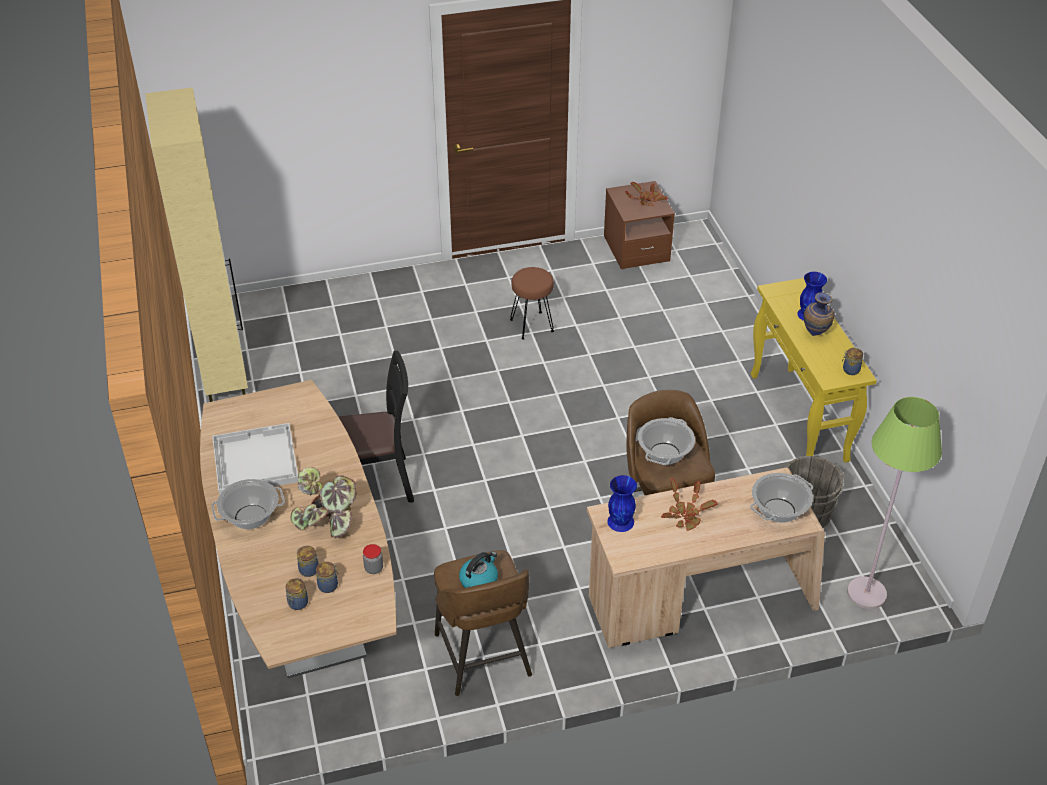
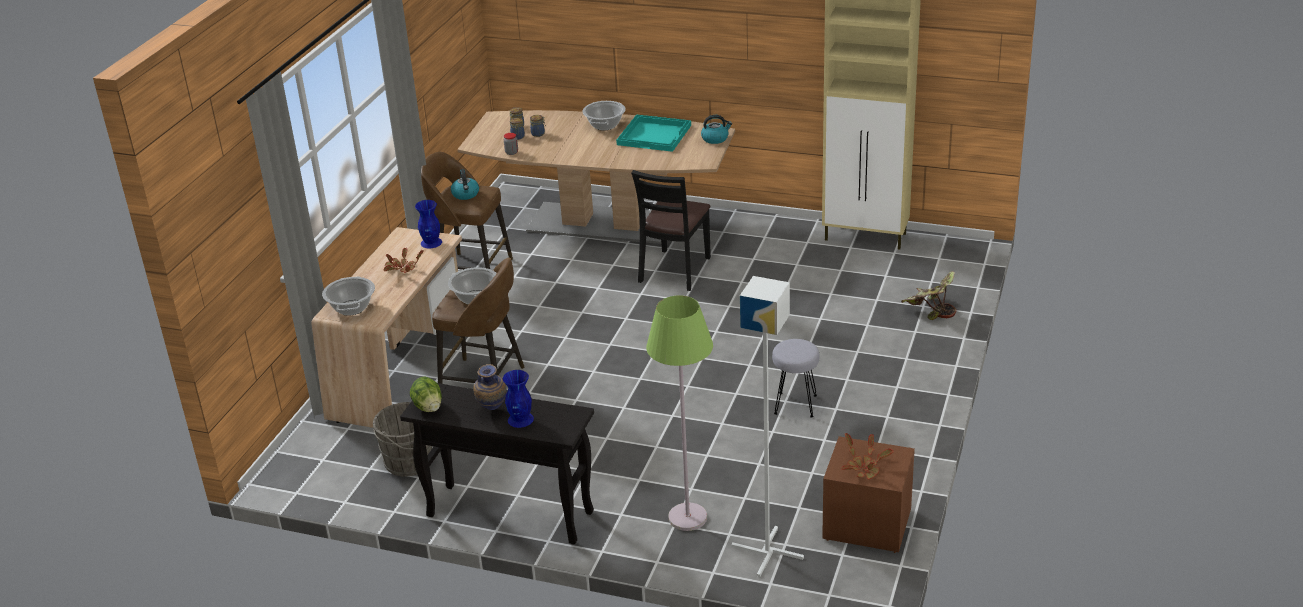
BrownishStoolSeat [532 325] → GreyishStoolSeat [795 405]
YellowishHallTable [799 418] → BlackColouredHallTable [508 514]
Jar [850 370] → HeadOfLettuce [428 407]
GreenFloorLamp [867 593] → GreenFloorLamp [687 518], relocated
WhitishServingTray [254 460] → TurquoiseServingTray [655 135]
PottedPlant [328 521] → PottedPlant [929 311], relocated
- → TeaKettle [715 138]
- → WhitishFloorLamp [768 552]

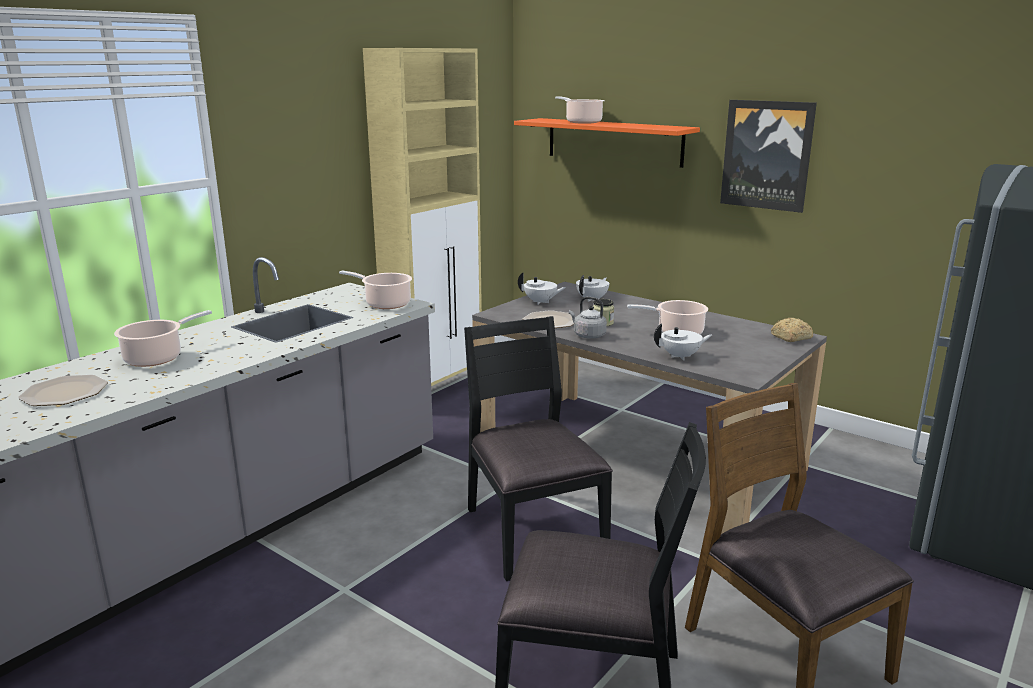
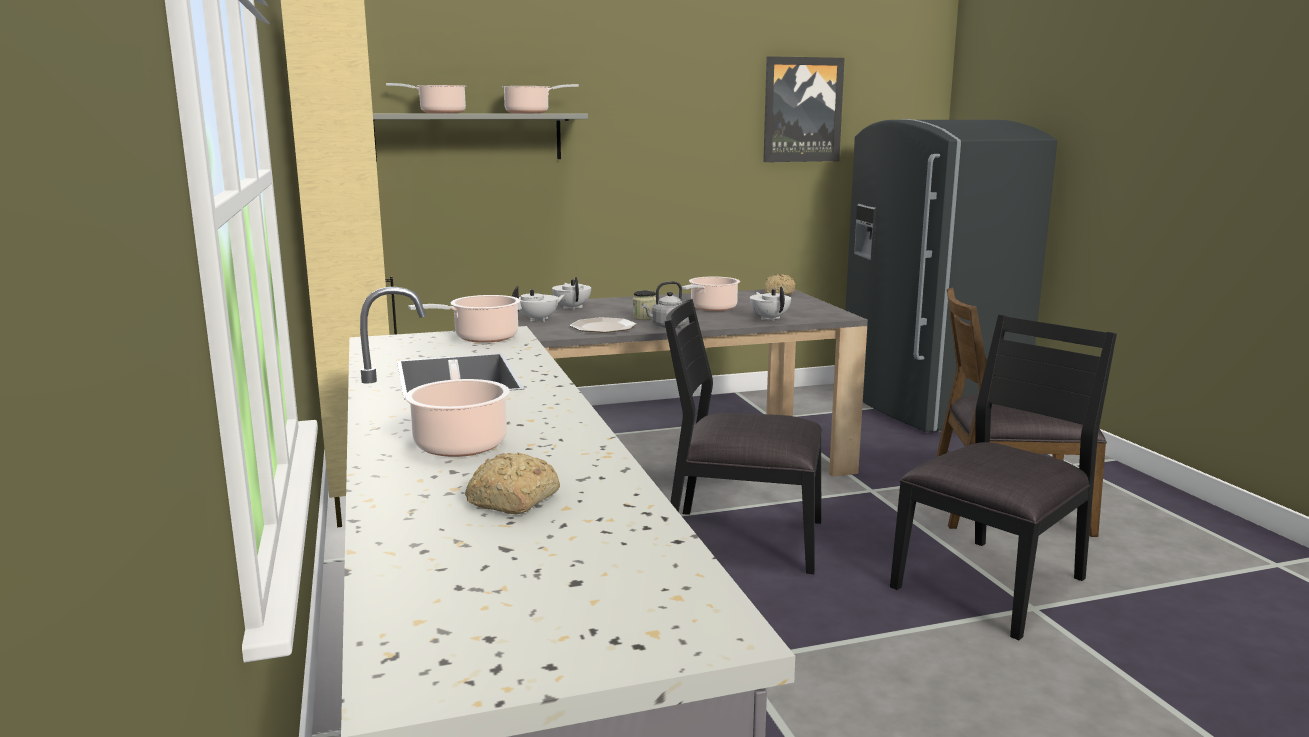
Picture [767 155] → Picture [802 110], relocated
OrangeyShelf [613 142] → GreyishShelf [468 137]
WhitishPotForTea [681 356] → WhitishPotForTea [769 318], 45 degrees counterclockwise
FlatDish [64 392] → BakedBread [511 501]
- → CookingPot [530 113]

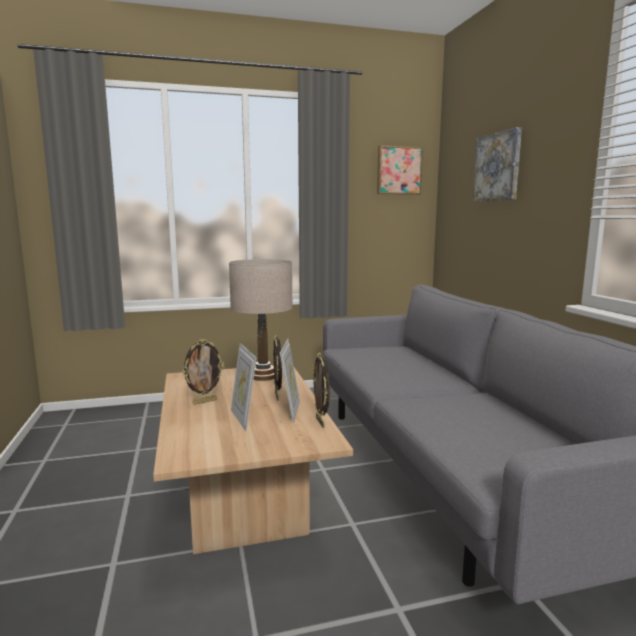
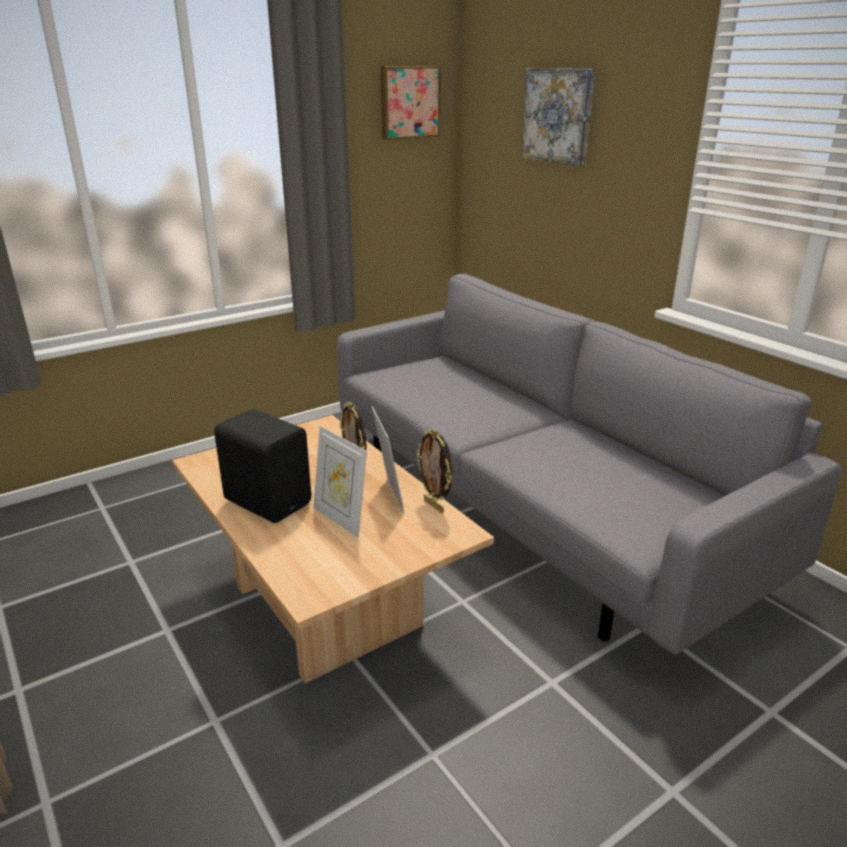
BeigeColouredLampForATable [263 376] → -
StandingFrame [204 401] → BlackColouredSpeaker [268 500]

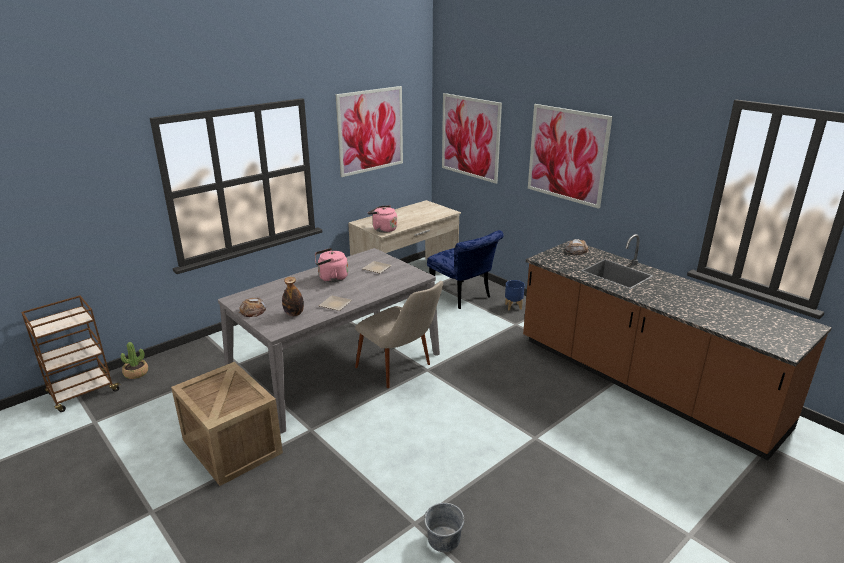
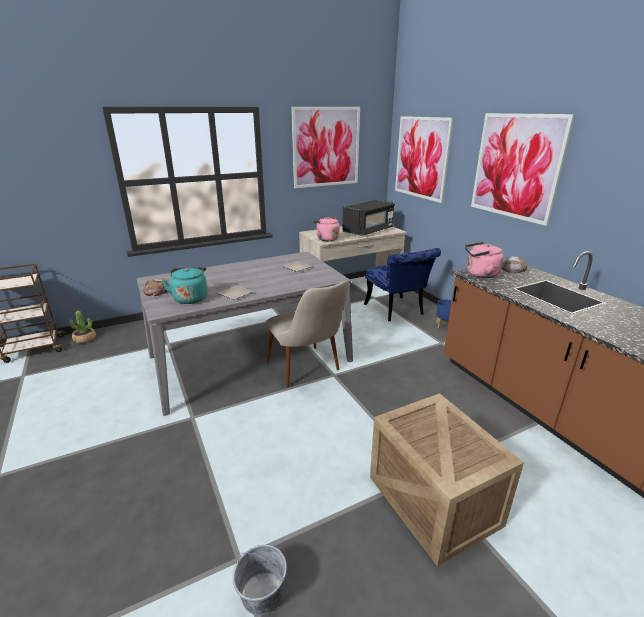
PinkColouredTeaKettle [331 278] → PinkColouredTeaKettle [480 274], relocated
DrinkBottle [294 314] → TurquoiseTeaKettle [190 298]
Crate [230 446] → Crate [431 499], relocated
- → BlackColouredMicrowaveOven [368 231]

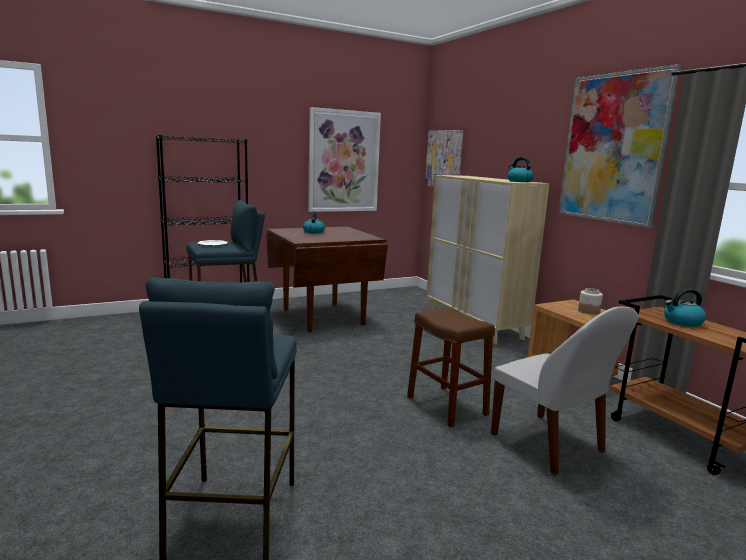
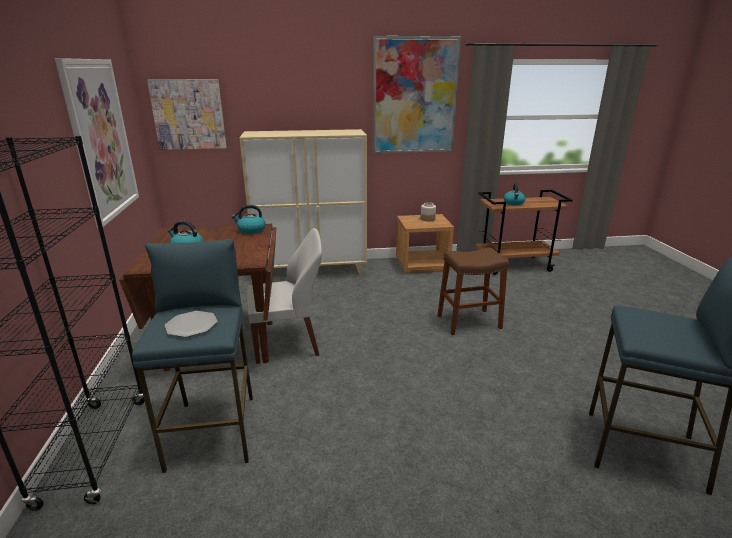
TeaKettle [519 181] → TeaKettle [251 230], relocated
WhitishPlainChair [549 444] → WhitishPlainChair [288 343], relocated

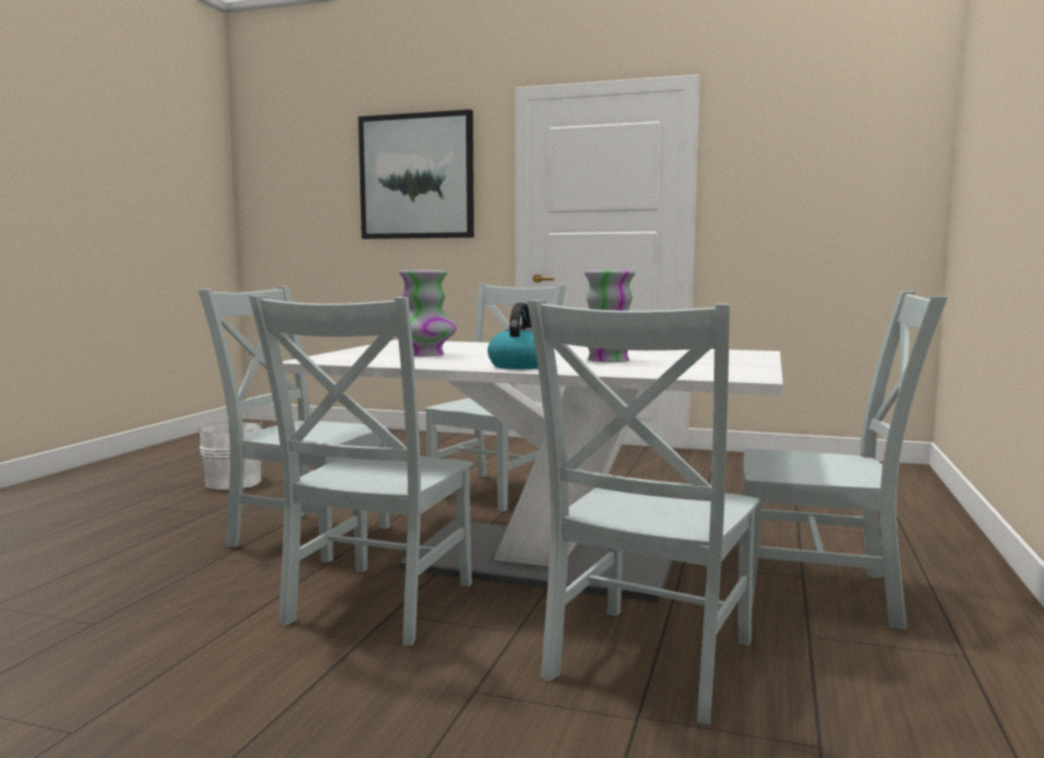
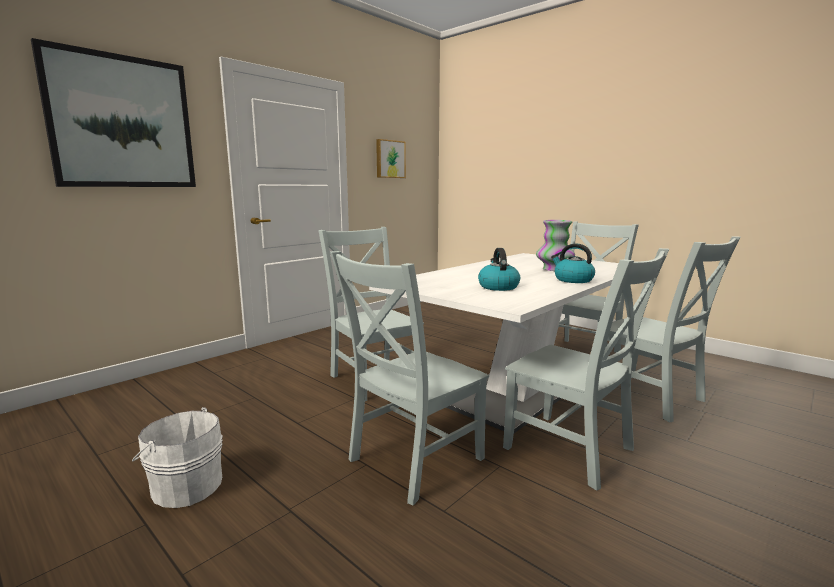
DecorativeVase [424 355] → TeaKettle [498 287]
- → Picture [389 159]

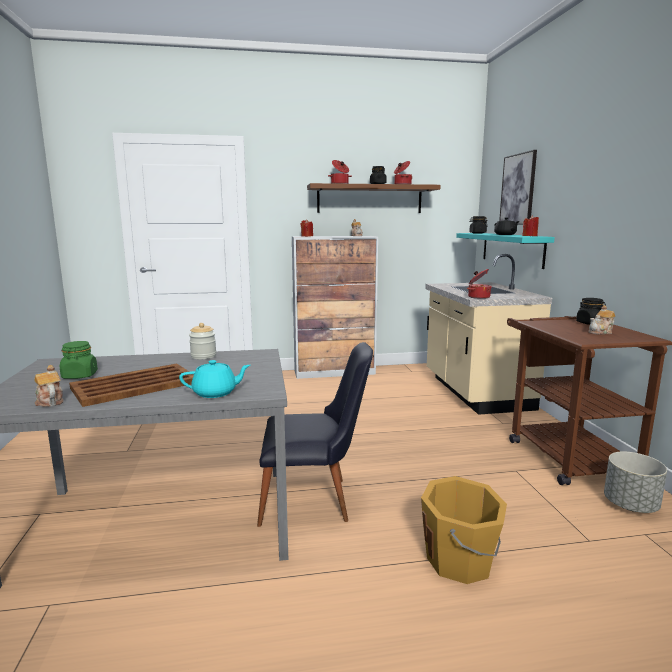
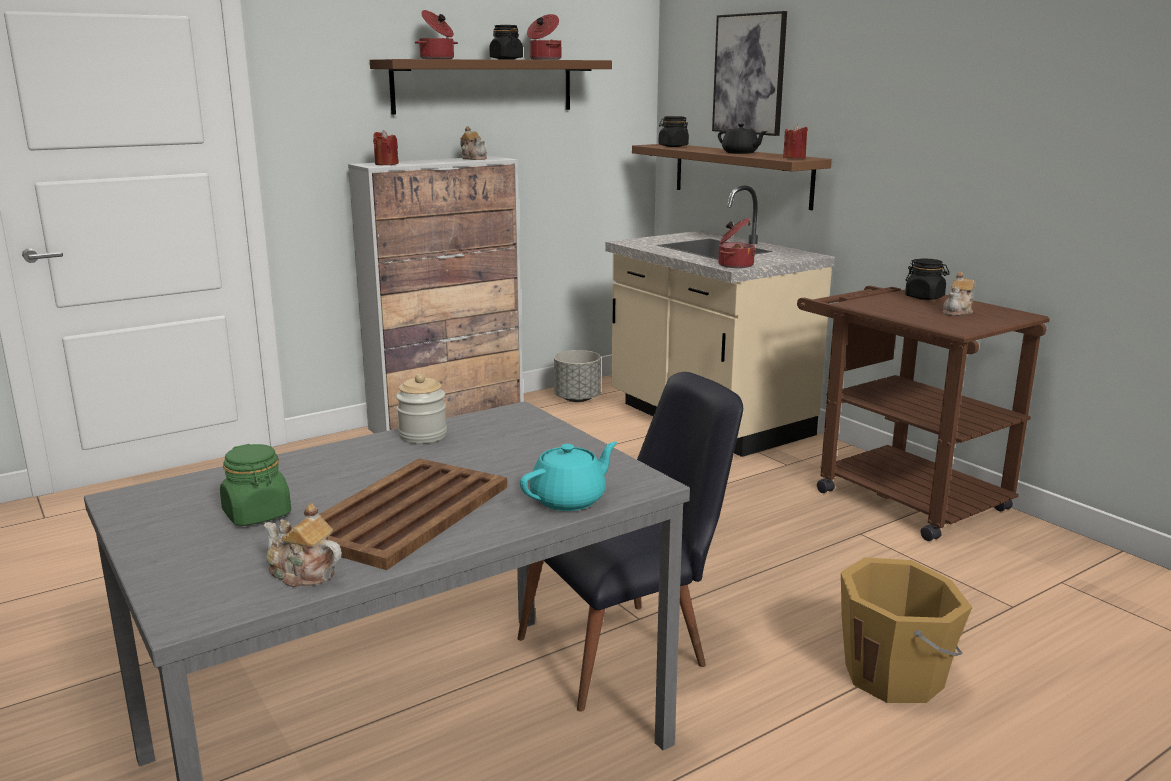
TurquoiseShelf [511 249] → BrownishShelf [741 175]
GreyishPlantPot [631 505] → GreyishPlantPot [577 399], relocated

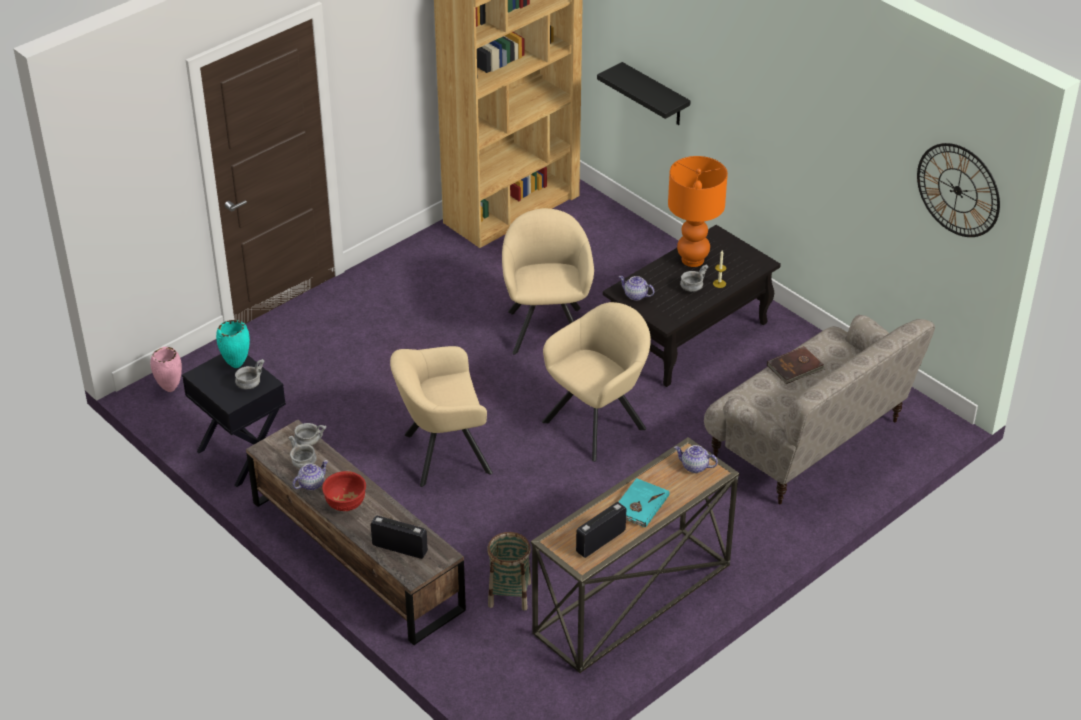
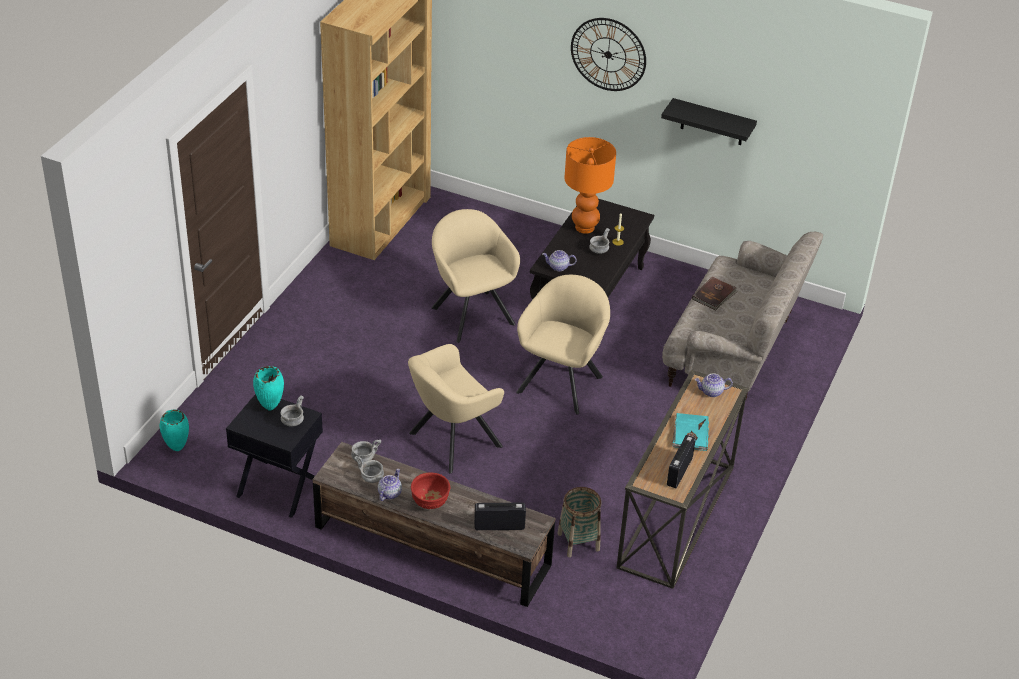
BlackColouredShelf [655 95] → BlackColouredShelf [712 122], relocated
ClockOnTheWall [958 190] → ClockOnTheWall [608 54], relocated
PinkColouredDecorativeVase [169 389] → TurquoiseDecorativeVase [176 449]

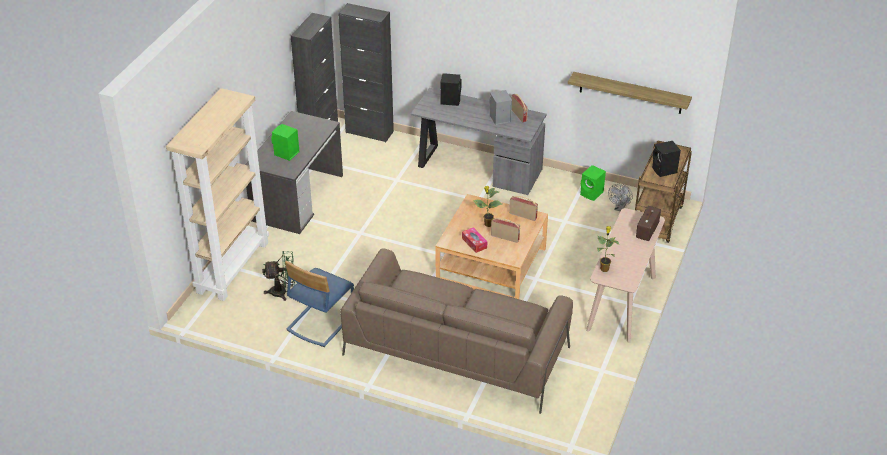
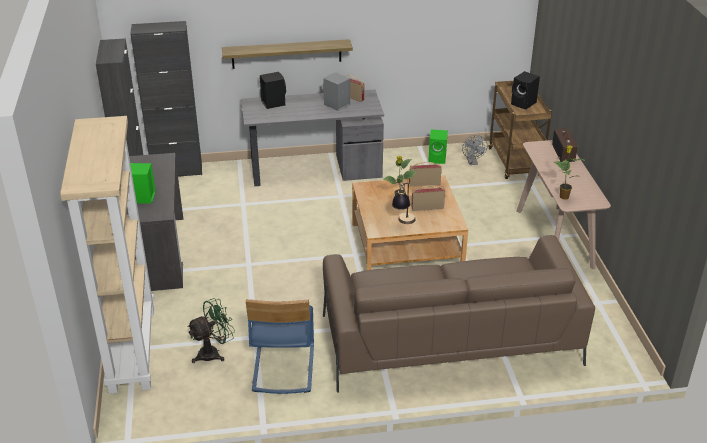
Shelf [630 93] → Shelf [286 54], relocated
TissueBox [474 243] → LampForATable [403 223]

